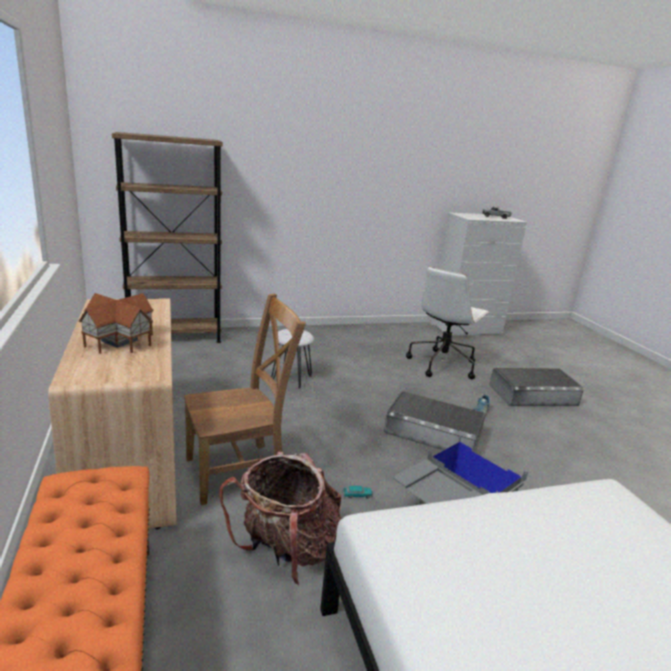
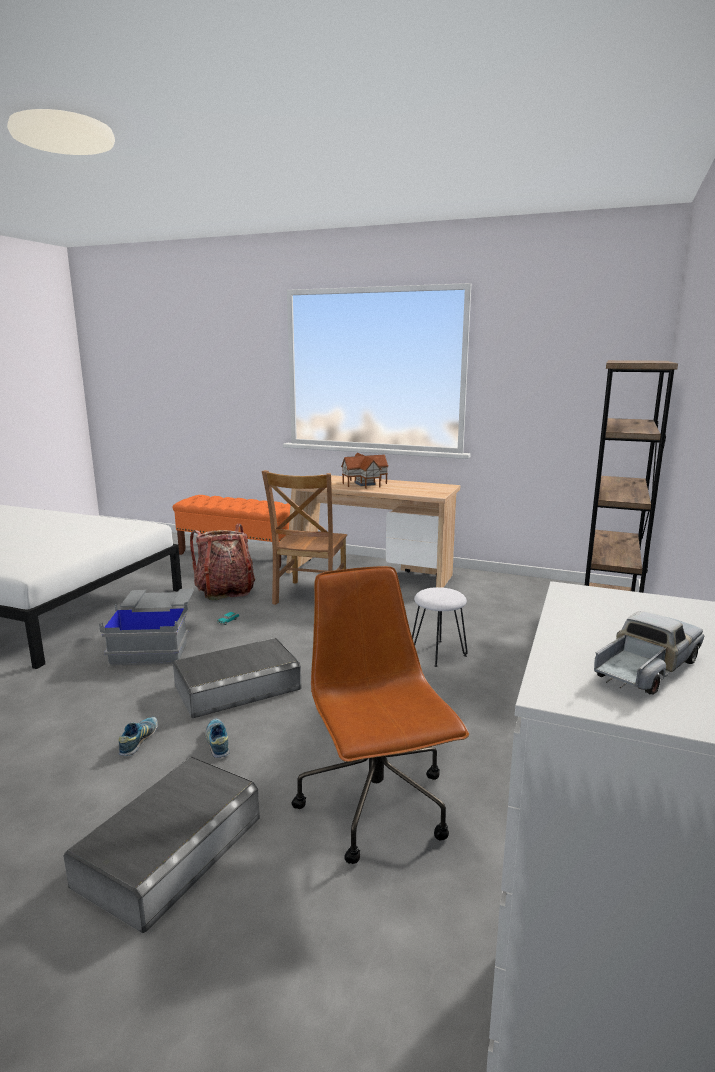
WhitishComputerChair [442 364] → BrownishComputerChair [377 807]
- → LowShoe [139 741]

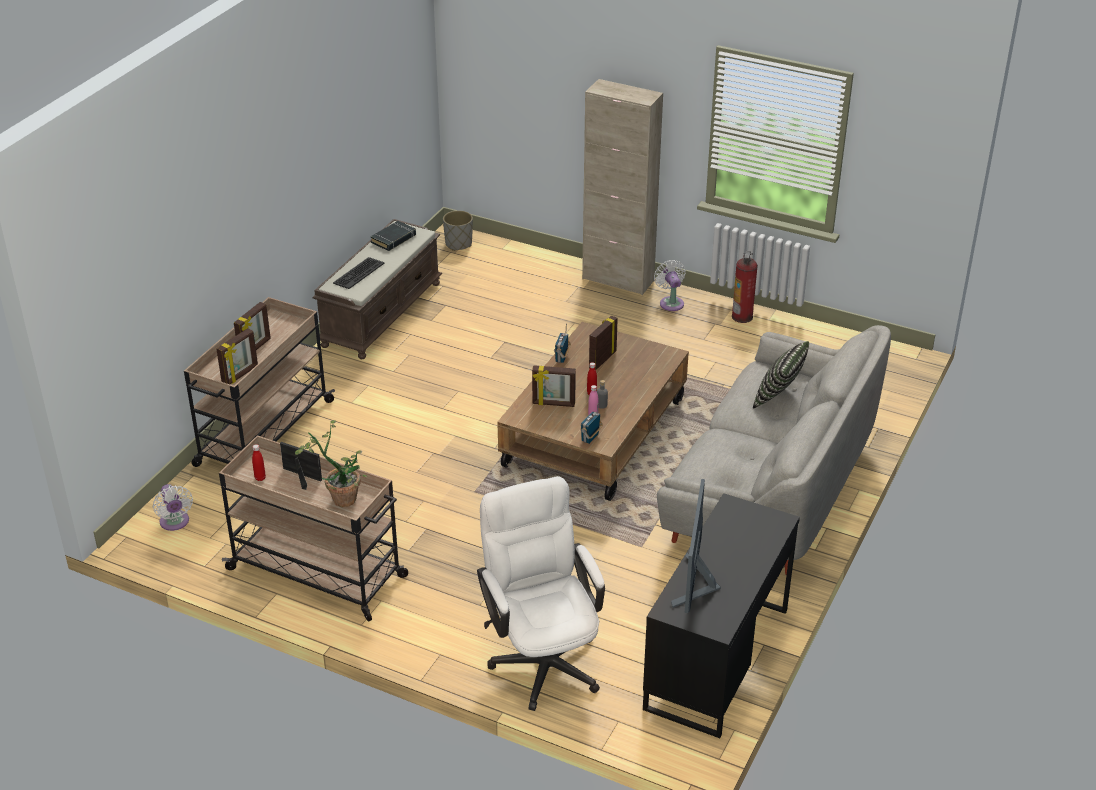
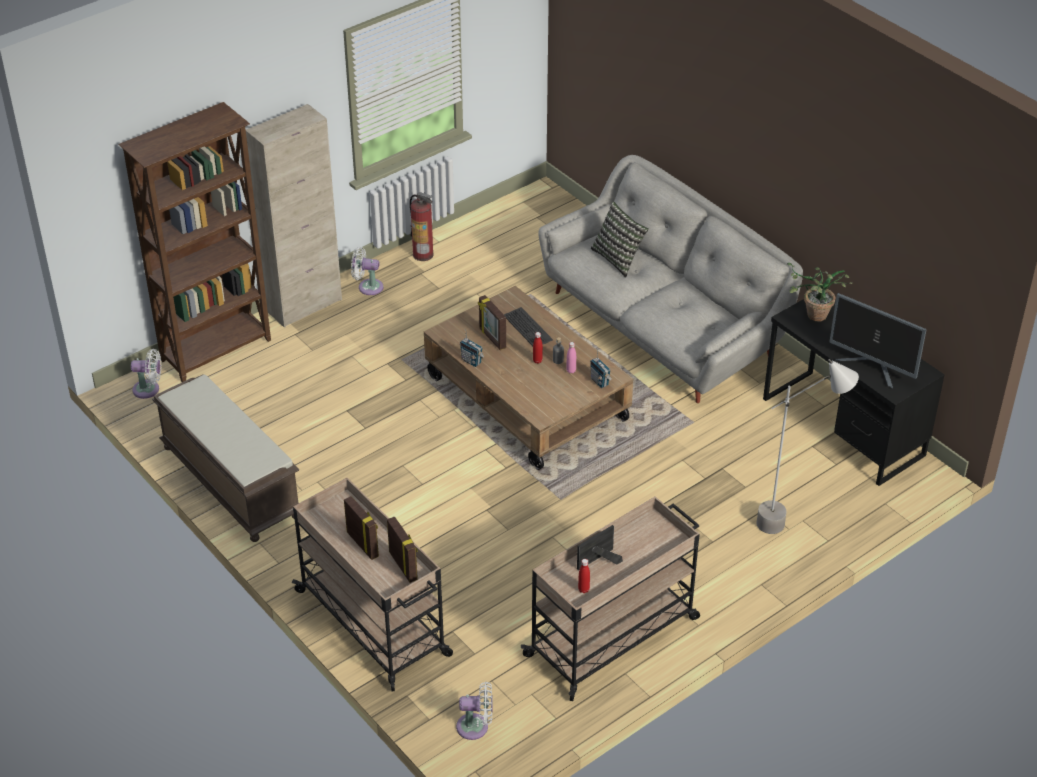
GreyishPlantPot [458 244] → WhitishFan [149 389]
BlackColouredBook [394 239] → -
ComputerKeyboard [358 273] → ComputerKeyboard [527 328], relocated
StandingFrame [553 404] → -
PottedPlant [341 496] → PottedPlant [811 316], relocated
WhitishComputerChair [542 656] → GreyishFloorLamp [794 523]
- → BrownishShelvingUnit [217 350]

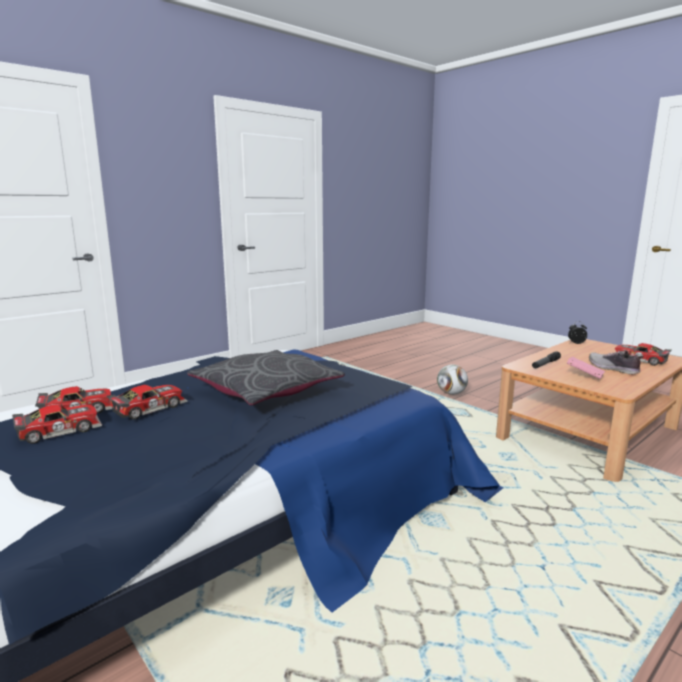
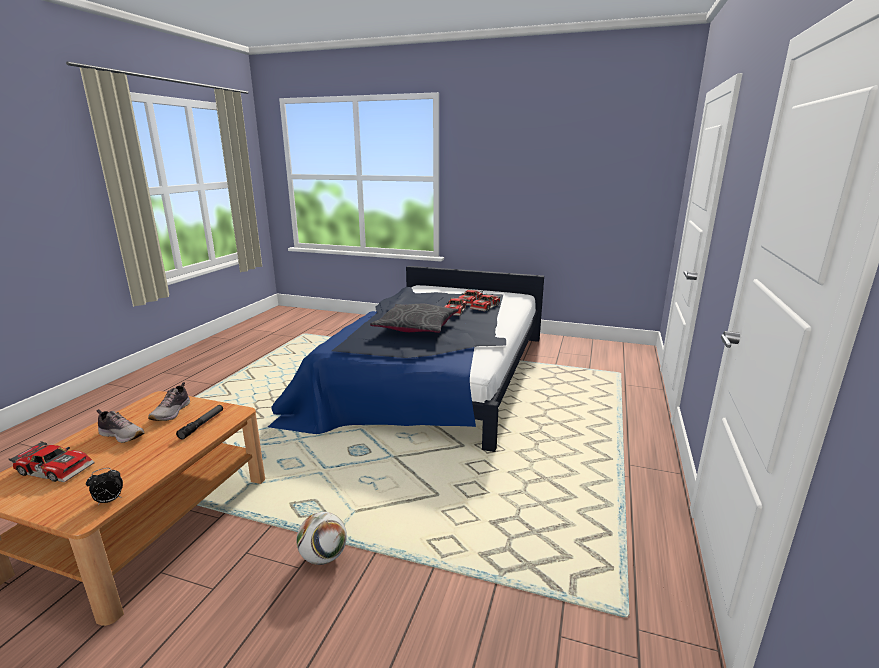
PinkColouredBook [584 376] → LowShoe [172 412]

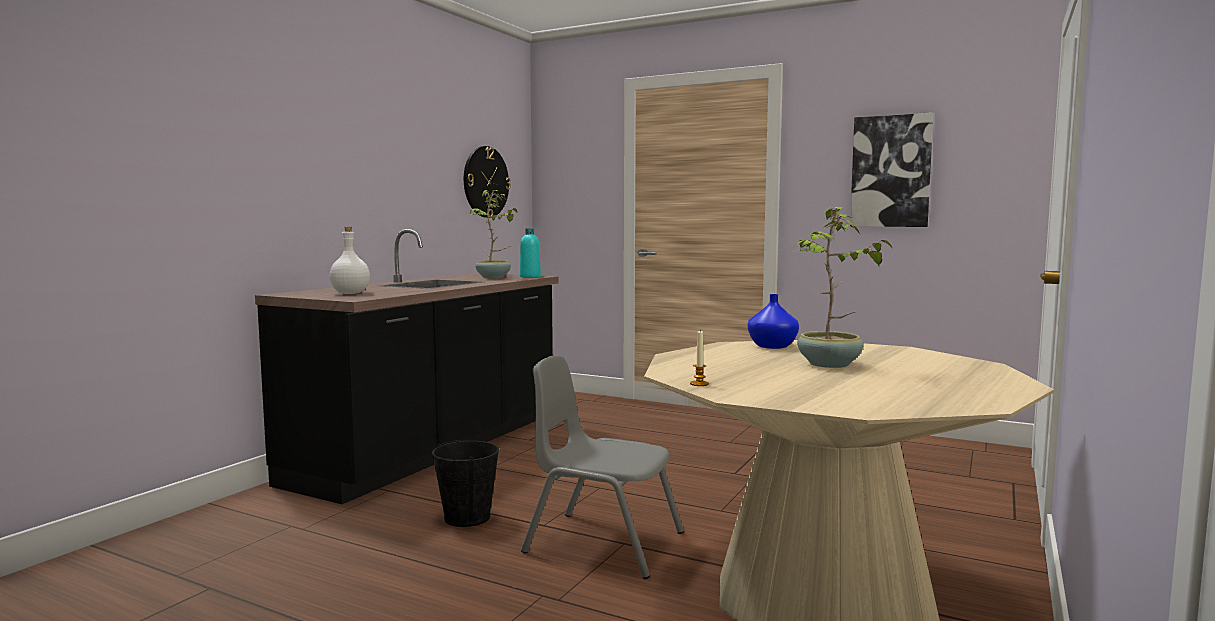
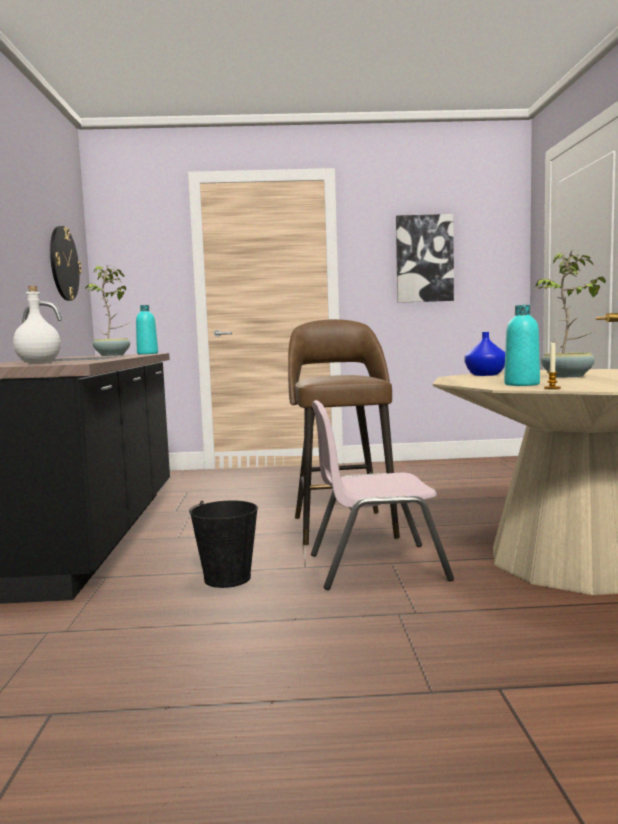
GreyishPlainChair [603 543] → PinkColouredPlainChair [376 566]
- → TurquoiseDrinkBottle [521 384]
- → BrownishStoolSeat [343 526]

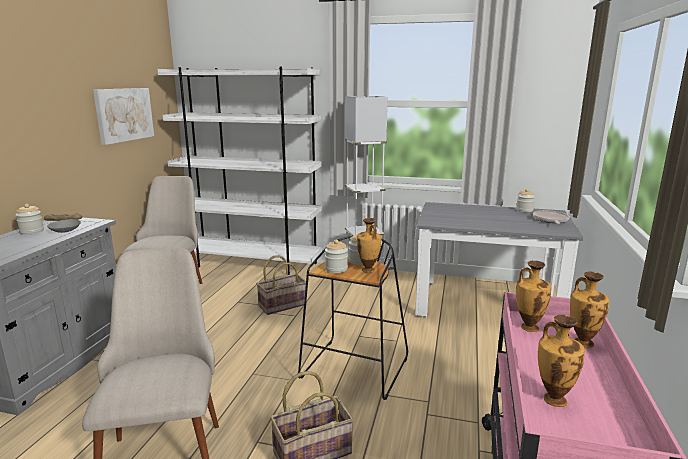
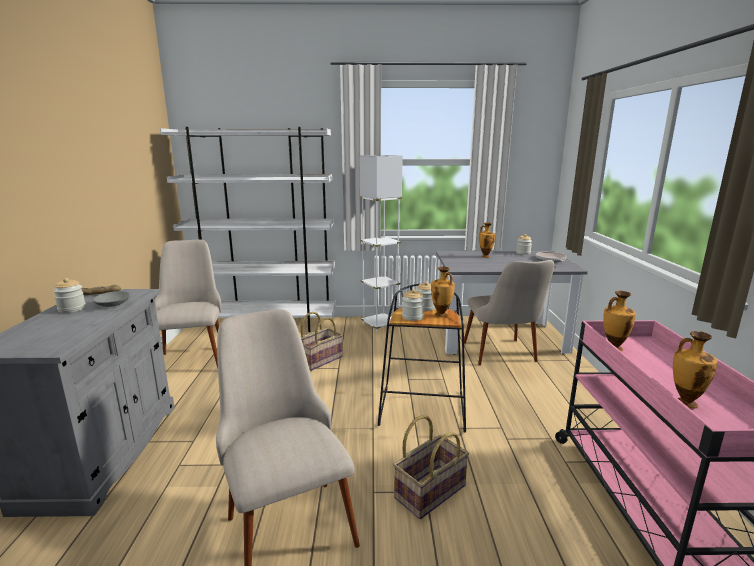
Picture [124 114] → -
DecorativeVase [582 342] → DecorativeVase [485 256], relocated
- → BeigeColouredPlainChair [503 357]

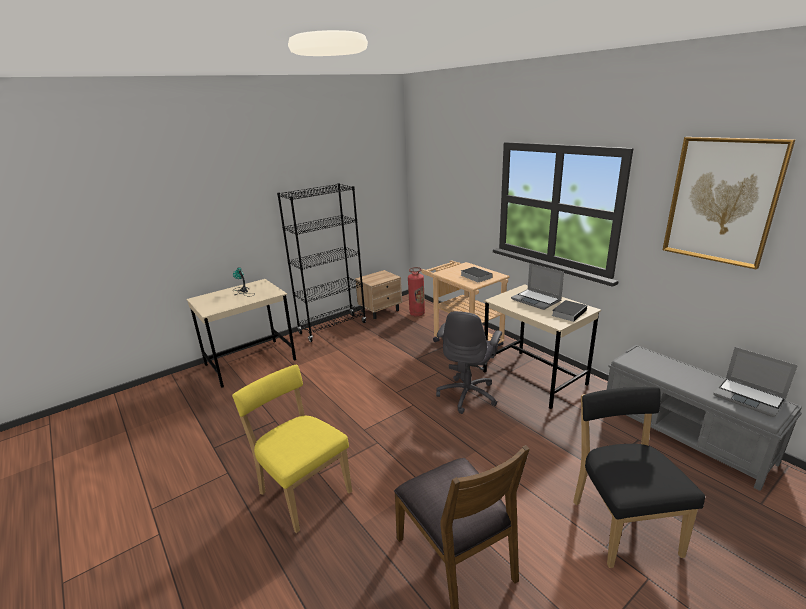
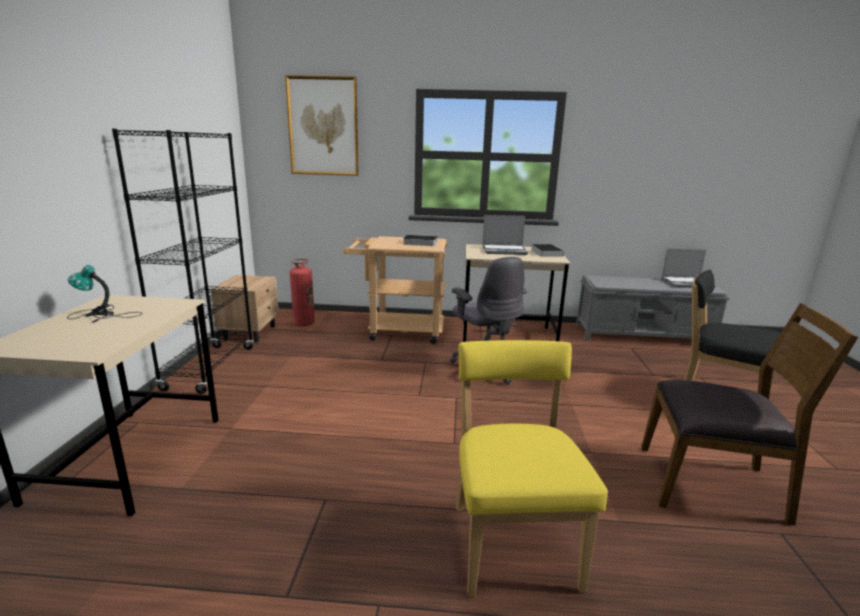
Picture [721 201] → Picture [323 127], relocated
YellowishPlainChair [303 490] → YellowishPlainChair [512 540], 90 degrees clockwise

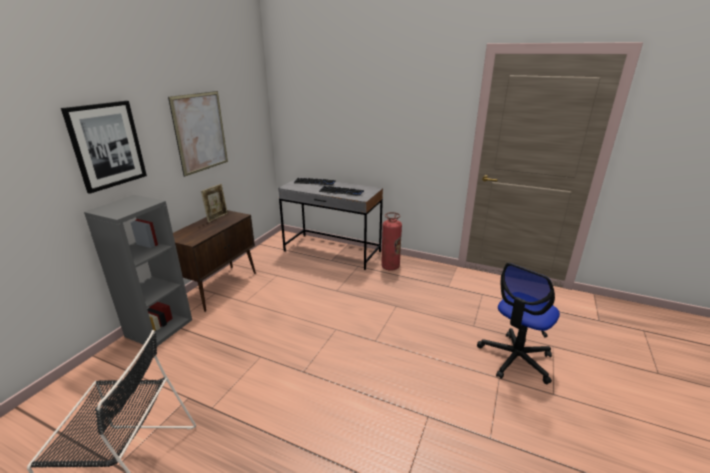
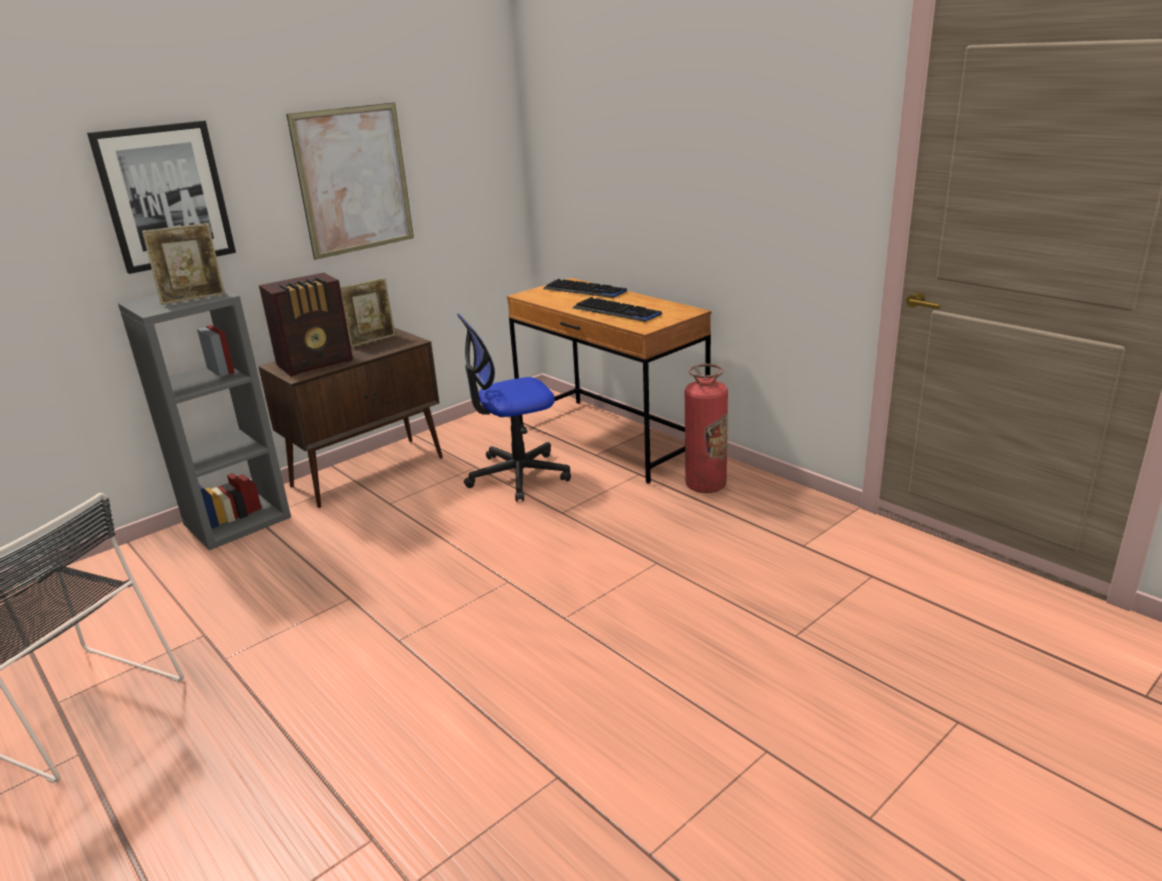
GreyishDeskTable [332 251] → BrownishDeskTable [609 439]
ComputerChair [515 359] → ComputerChair [517 475], relocated
- → StandingFrame [194 299]
- → Radio [317 363]

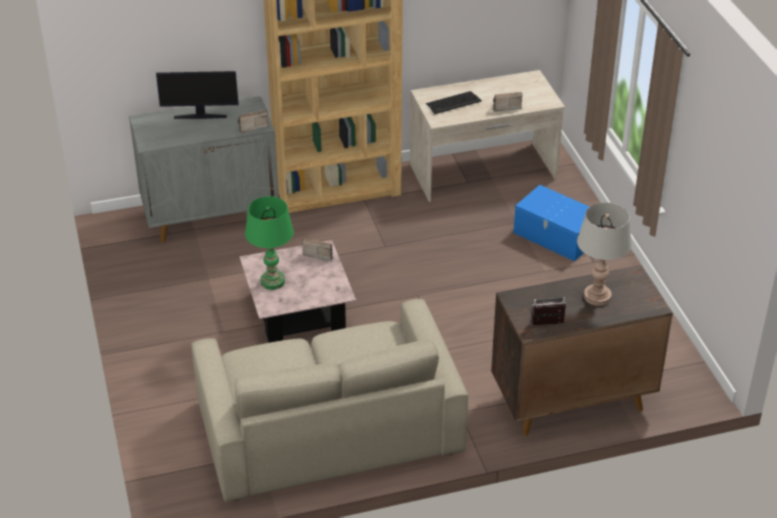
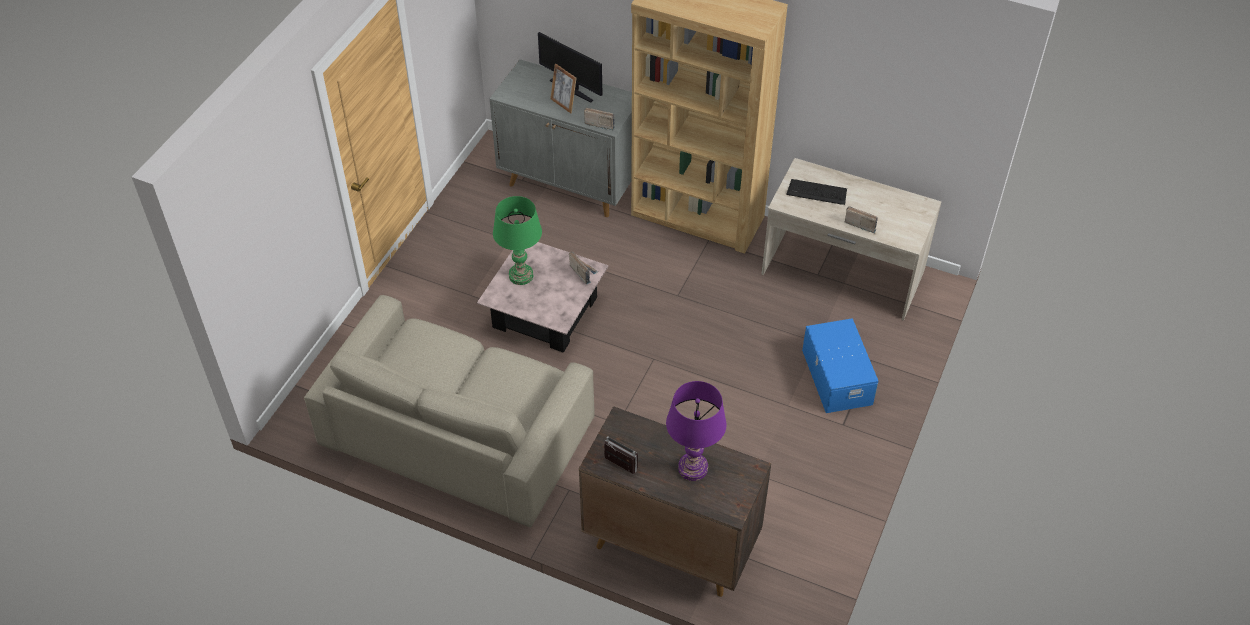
GreyishLampForATable [597 296] → PurpleLampForATable [693 468]
- → StandingFrame [563 104]

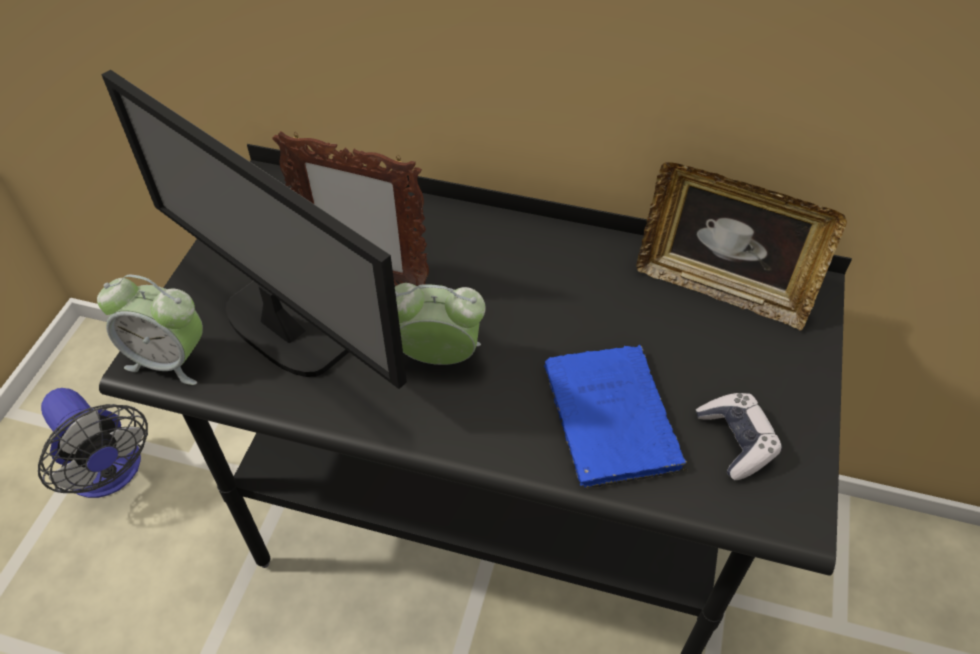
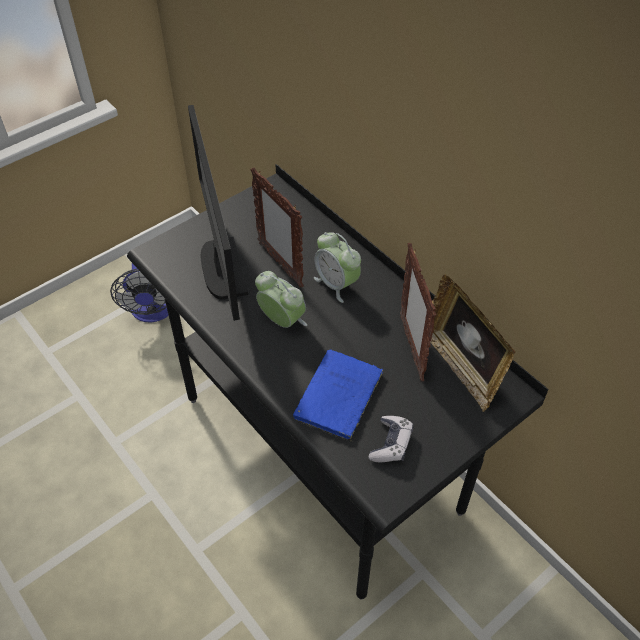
BedsideClock [170 359] → BedsideClock [336 284], relocated
- → StandingFrame [411 347]

